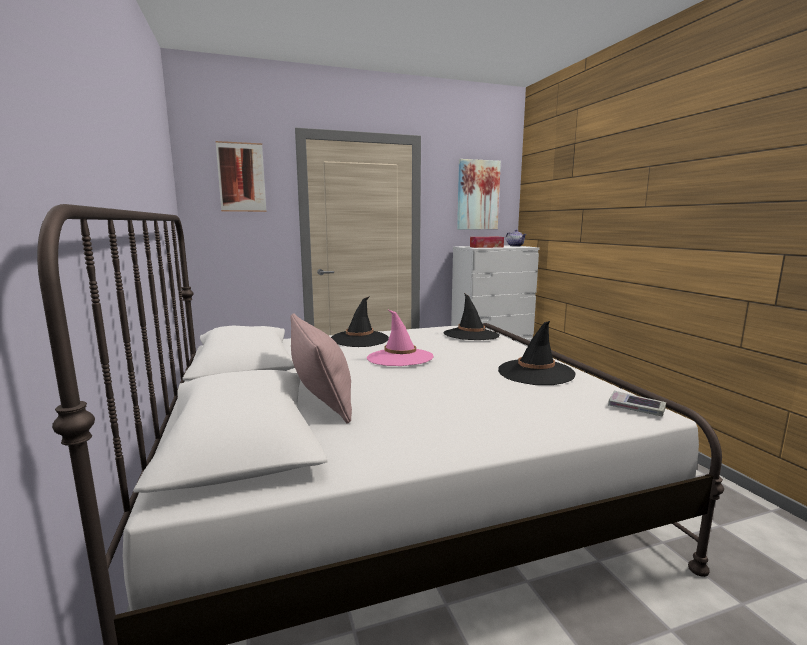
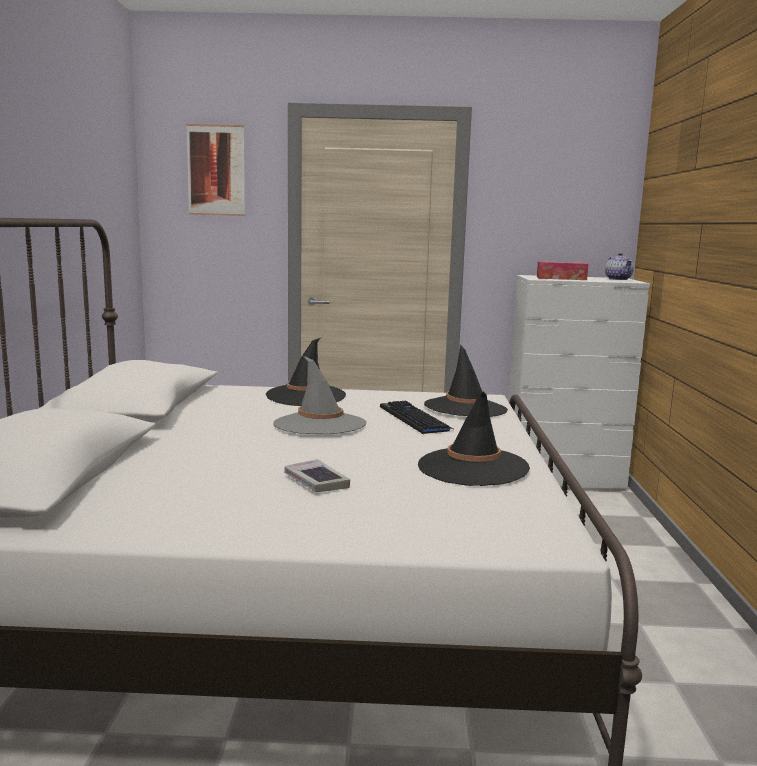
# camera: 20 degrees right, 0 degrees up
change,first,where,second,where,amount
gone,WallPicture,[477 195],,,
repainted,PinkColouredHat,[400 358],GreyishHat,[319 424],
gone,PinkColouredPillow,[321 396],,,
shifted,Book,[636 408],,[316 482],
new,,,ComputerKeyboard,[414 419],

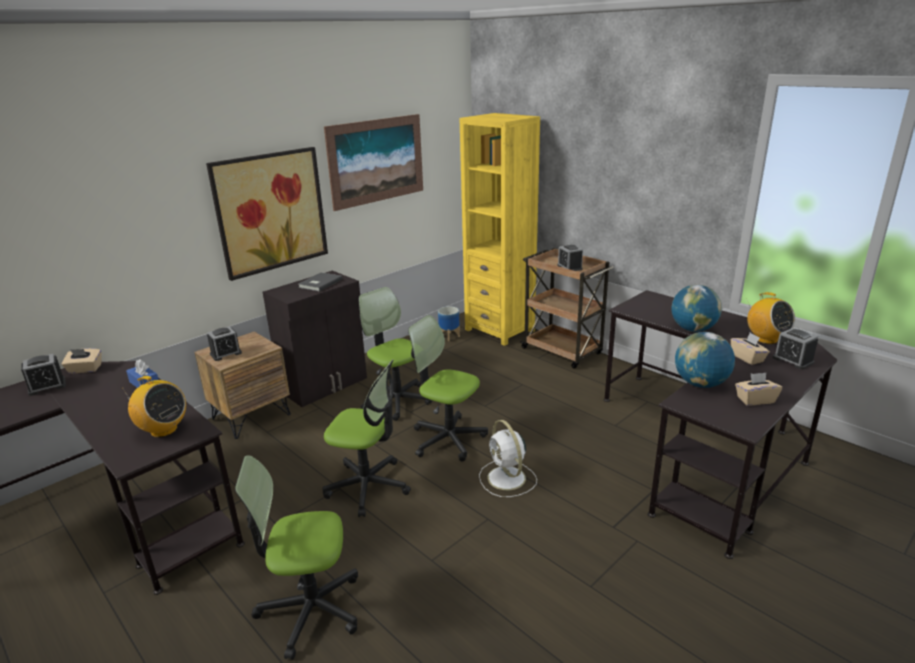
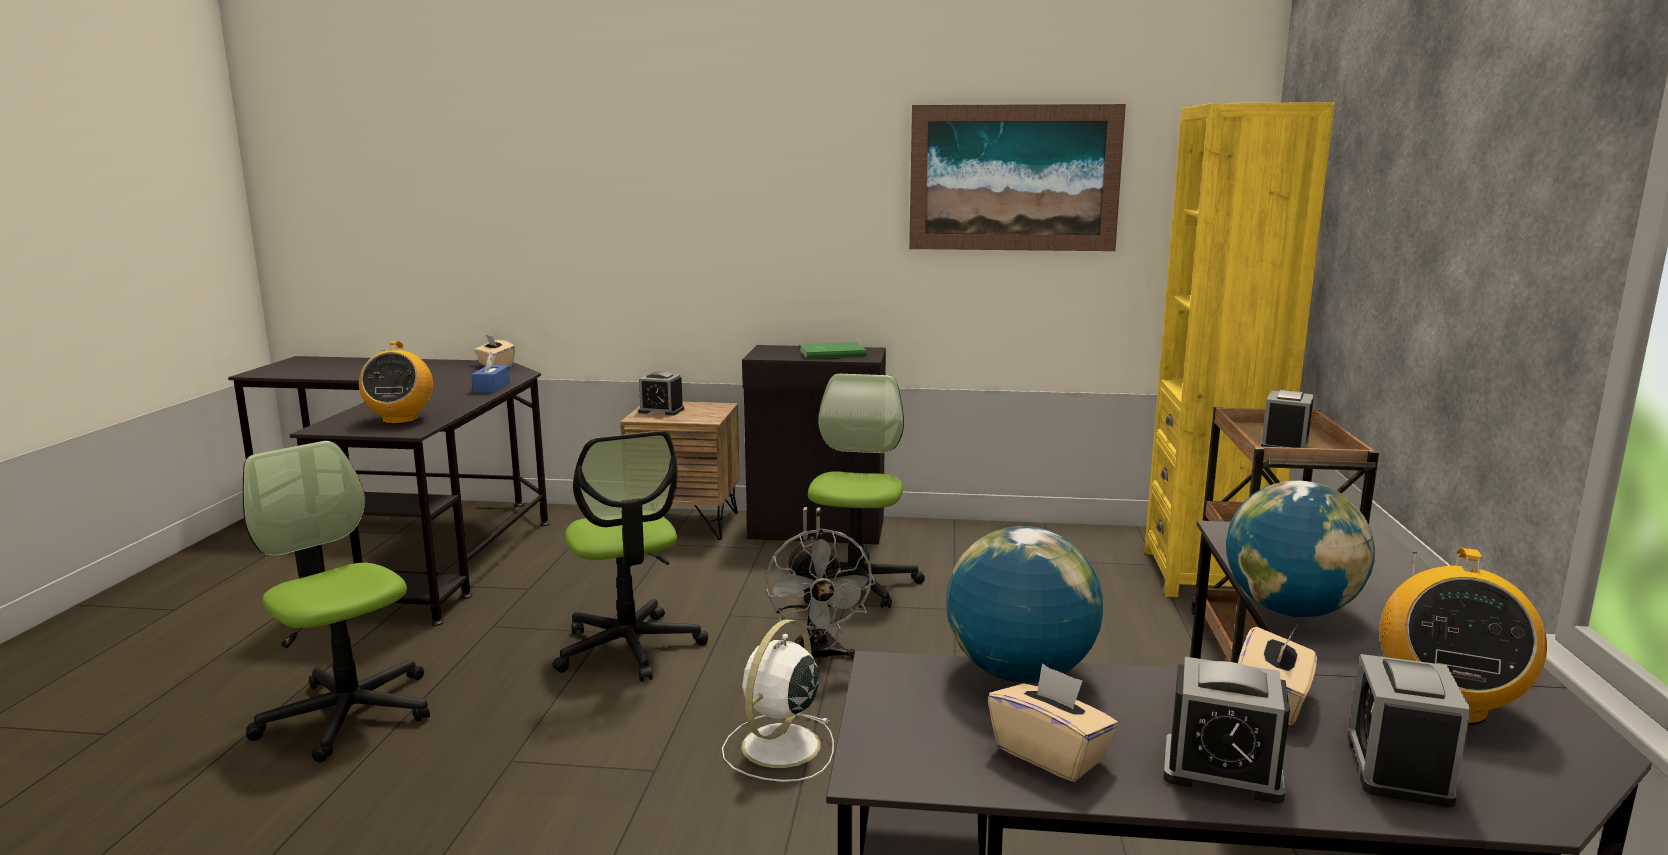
# camera: 50 degrees right, 10 degrees down
change,first,where,second,where,amount
gone,WallPicture,[270 212],,,
repainted,GreyishBook,[319 283],GreenBook,[830 353],
gone,PlantPot,[449 336],,,
swapped,ComputerChair,[448 439],GreyishElectricFan,[817 657],
shifted,AlarmClock,[47 386],,[1222 771],

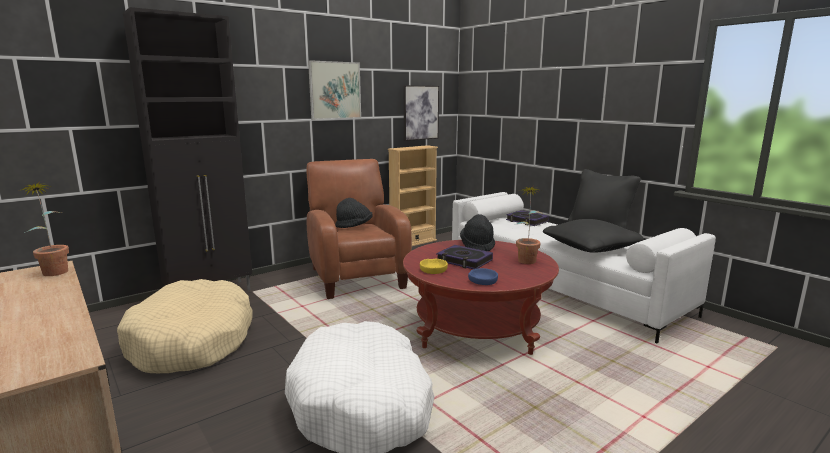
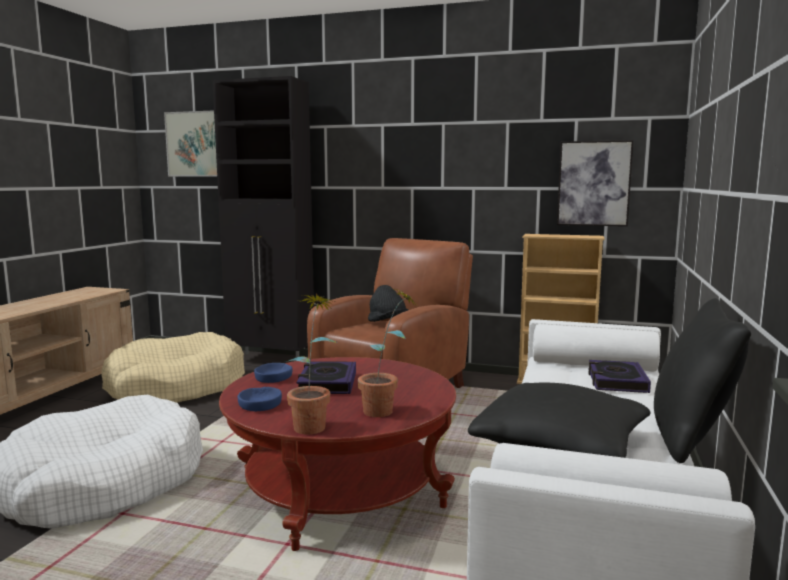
# camera: 55 degrees right, 5 degrees down
change,first,where,second,where,amount
shifted,WallPicture,[335 90],,[195 144],
shifted,Houseplant,[54 270],,[313 424],
gone,BlackHat,[477 246],,,
repainted,YellowBowl,[433 269],BlueBowl,[273 378],

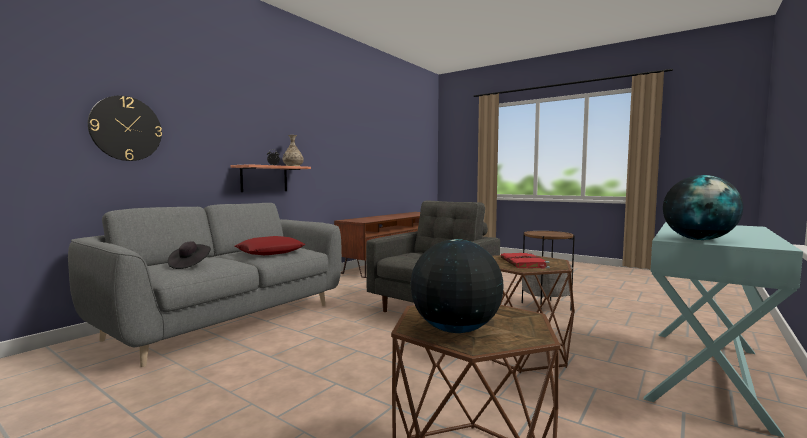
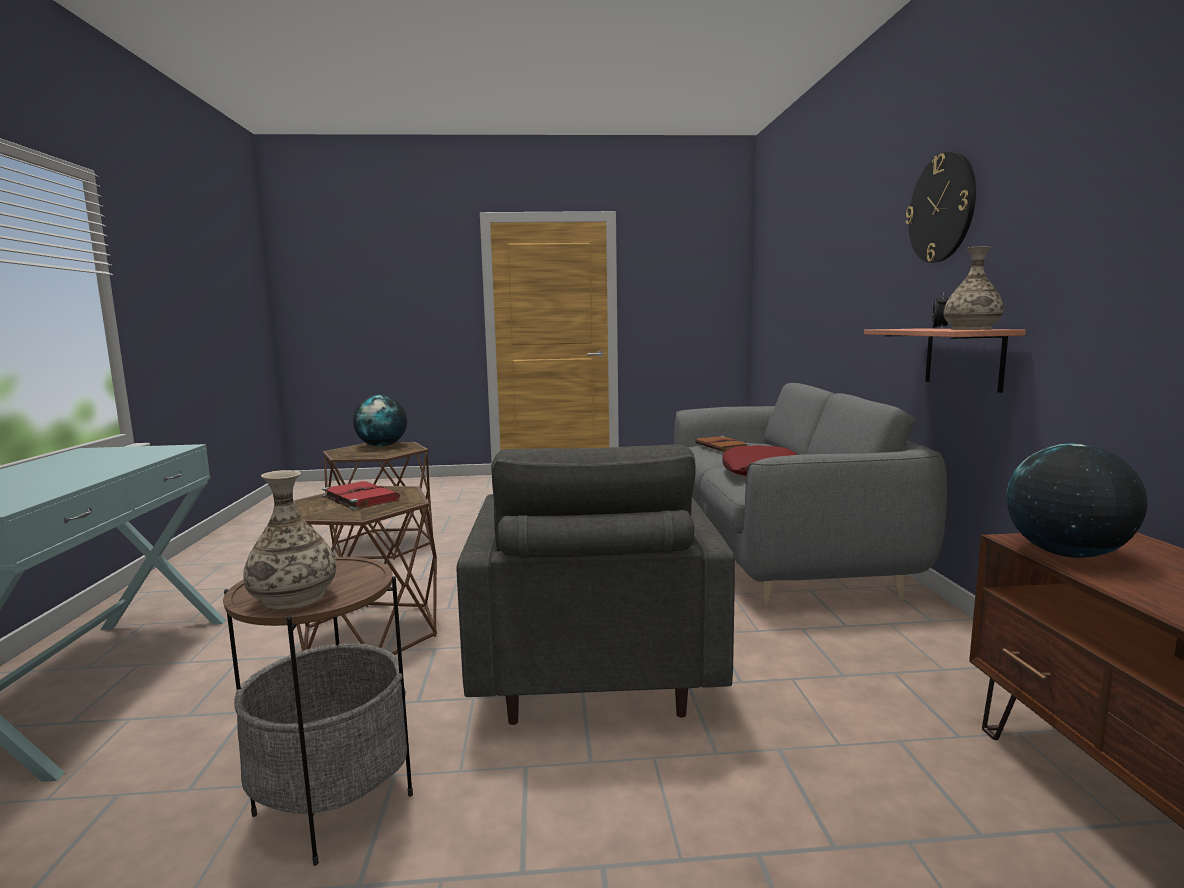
# camera: 140 degrees right, 5 degrees up
change,first,where,second,where,amount
shifted,ClockOnTheWall,[126 128],,[941 208],
shifted,Globe,[698 239],,[1066 554],
swapped,BlackHat,[189 265],BrownColouredBook,[722 447],
new,,,DecorativeVase,[294 598],

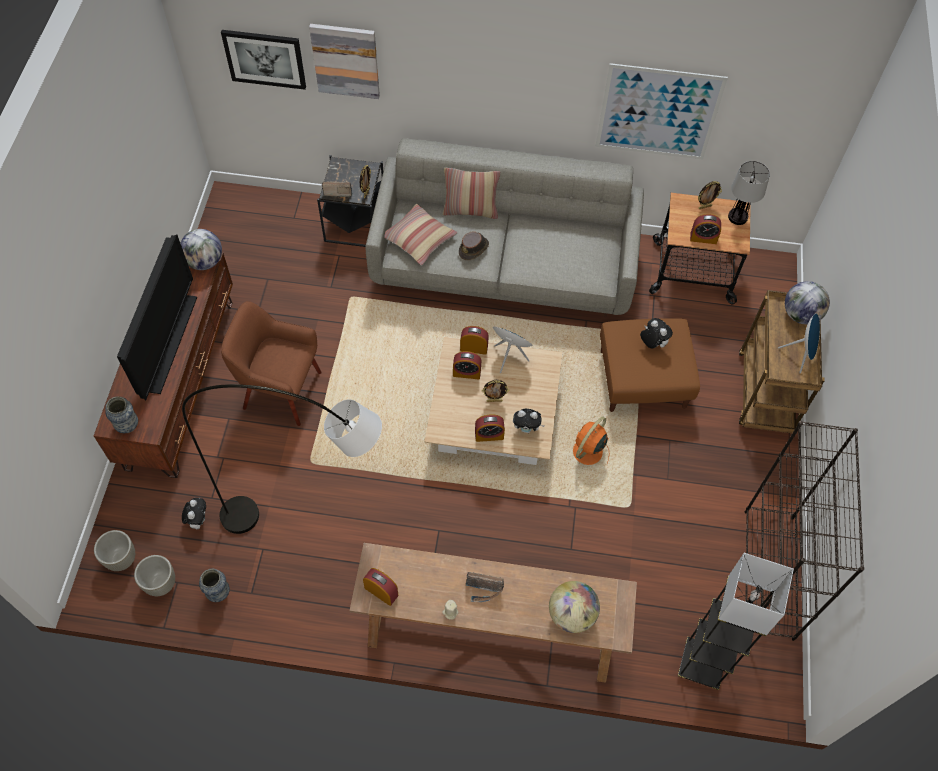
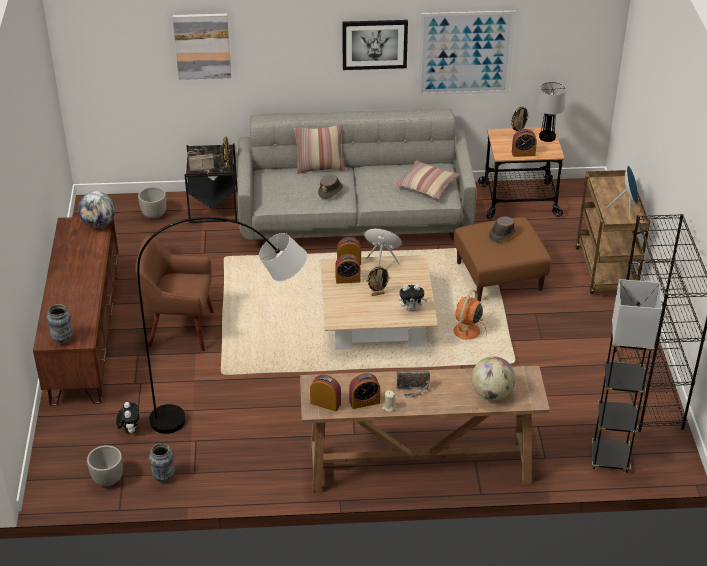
# camera: 10 degrees left, 20 degrees down
change,first,where,second,where,amount
shifted,WallPicture,[265 58],,[374 44],
shifted,Pillow,[419 239],,[426 185],
gone,TvSet,[169 342],,,
gone,Globe,[800 314],,,
swapped,PlushToy,[652 343],BrownColouredHat,[501 234],
shifted,AlarmClock,[489 435],,[364 402],
shifted,GreyishPlantPot,[122 559],,[154 215],

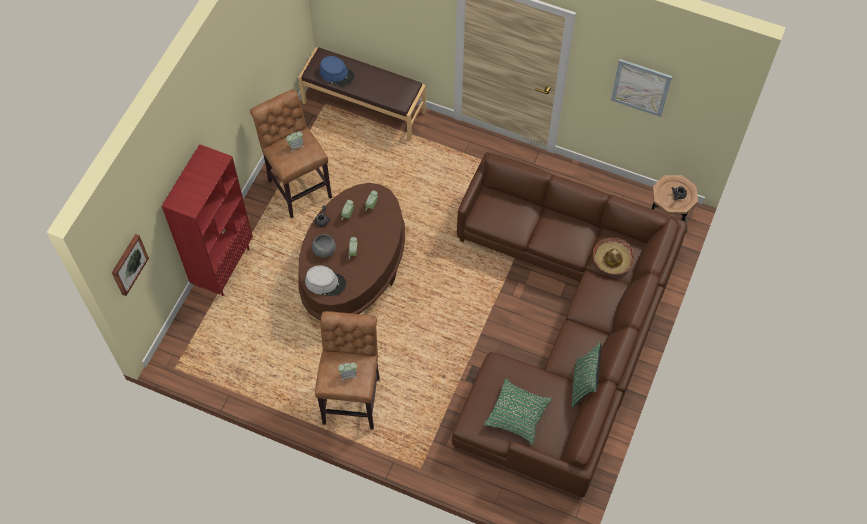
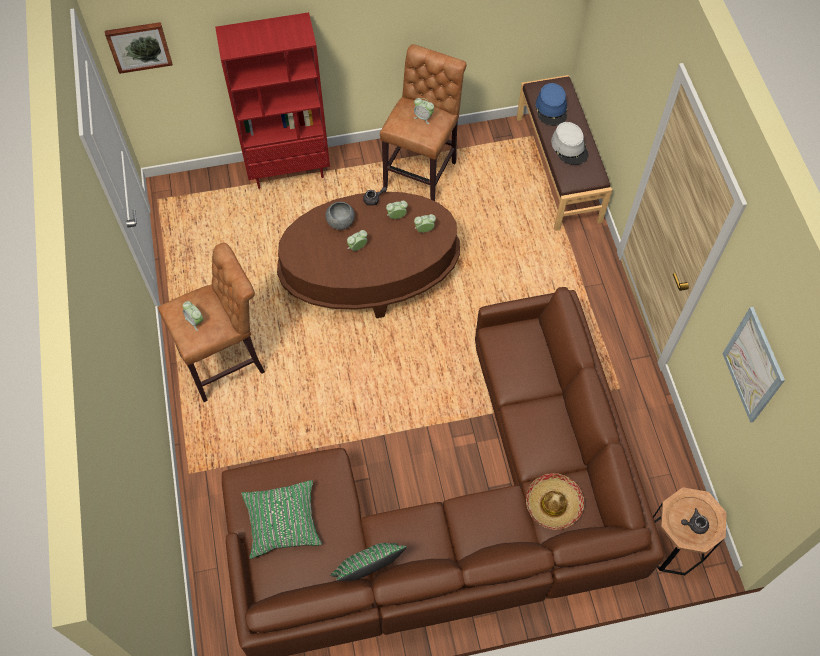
# camera: 55 degrees right, 0 degrees up
change,first,where,second,where,amount
shifted,GreyishHat,[325 282],,[569 147],

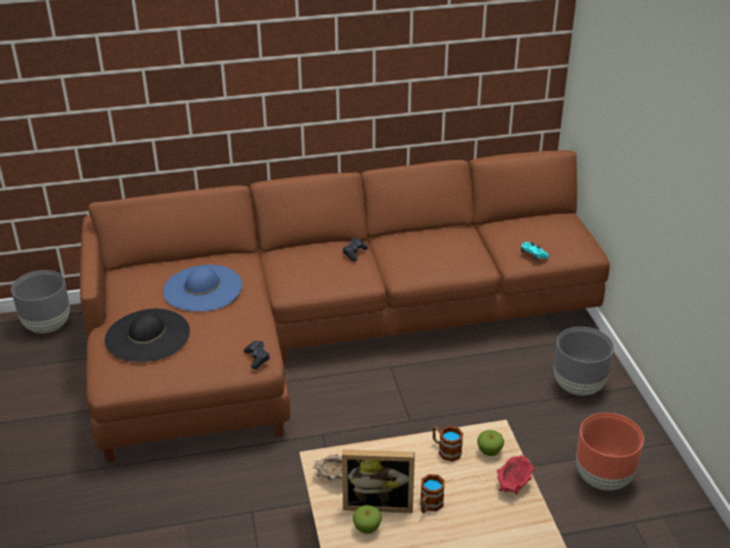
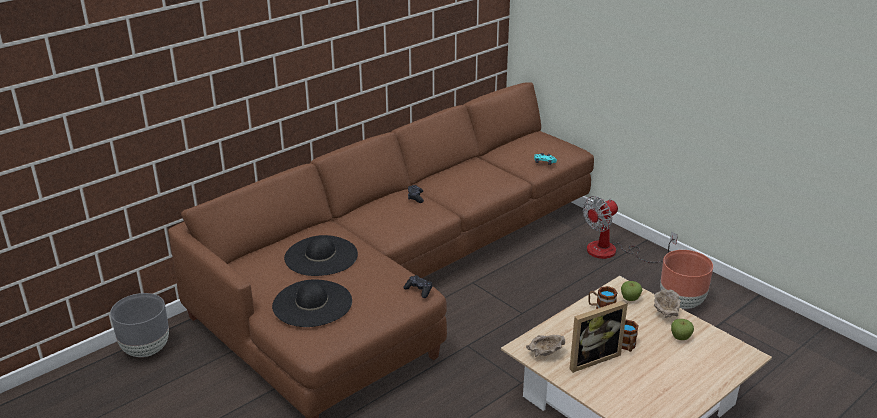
# camera: 30 degrees left, 5 degrees down
change,first,where,second,where,amount
repainted,BlueHat,[202 288],BlackHat,[321 256],
swapped,GreyishPlantPot,[579 387],ElectricFan,[613 252],
repainted,ReddishBowl,[513 485],SandColouredBowl,[665 313],
shifted,WholeApple,[367 529],,[680 338],

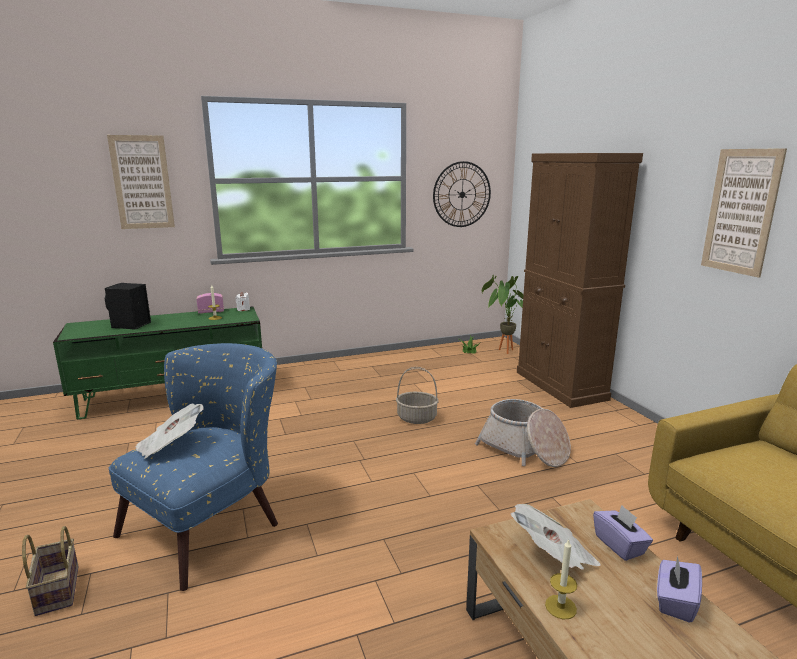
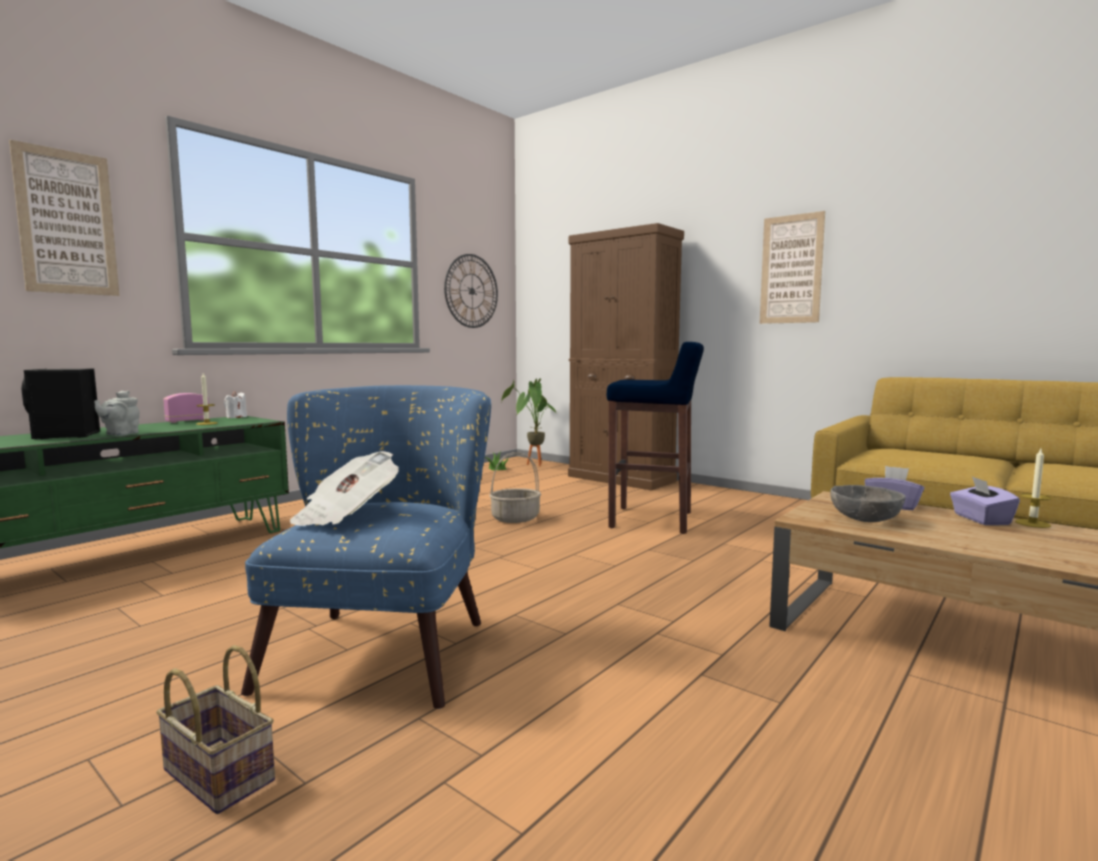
# camera: 30 degrees left, 10 degrees down
change,first,where,second,where,amount
swapped,StorageBasket,[524 449],BlueStoolSeat,[653 520],
swapped,Newspaper,[553 556],GreyishBowl,[864 518],
shifted,WaxLight,[560 607],,[1032 523],
new,,,GreyishTeaPot,[120 434],

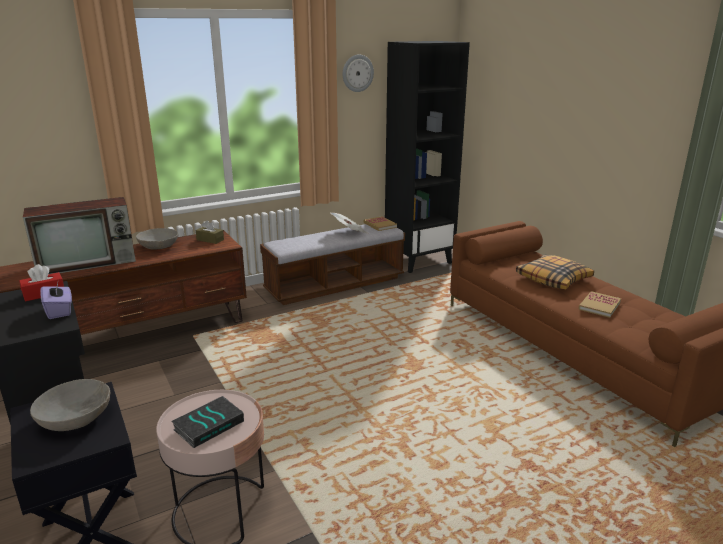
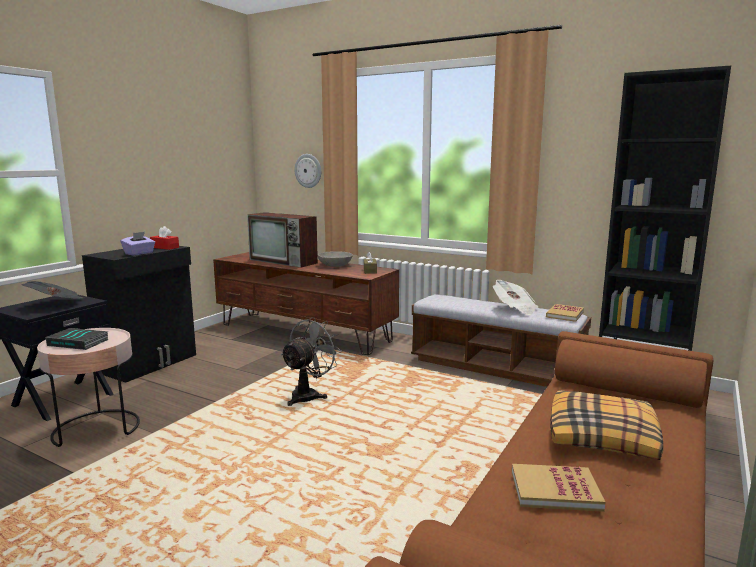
# camera: 60 degrees right, 10 degrees down
change,first,where,second,where,amount
shifted,ClockOnTheWall,[357 73],,[308 170],
swapped,GreyishBowl,[75 418],Newspaper,[57 304],
new,,,GreyishElectricFan,[309 395],

